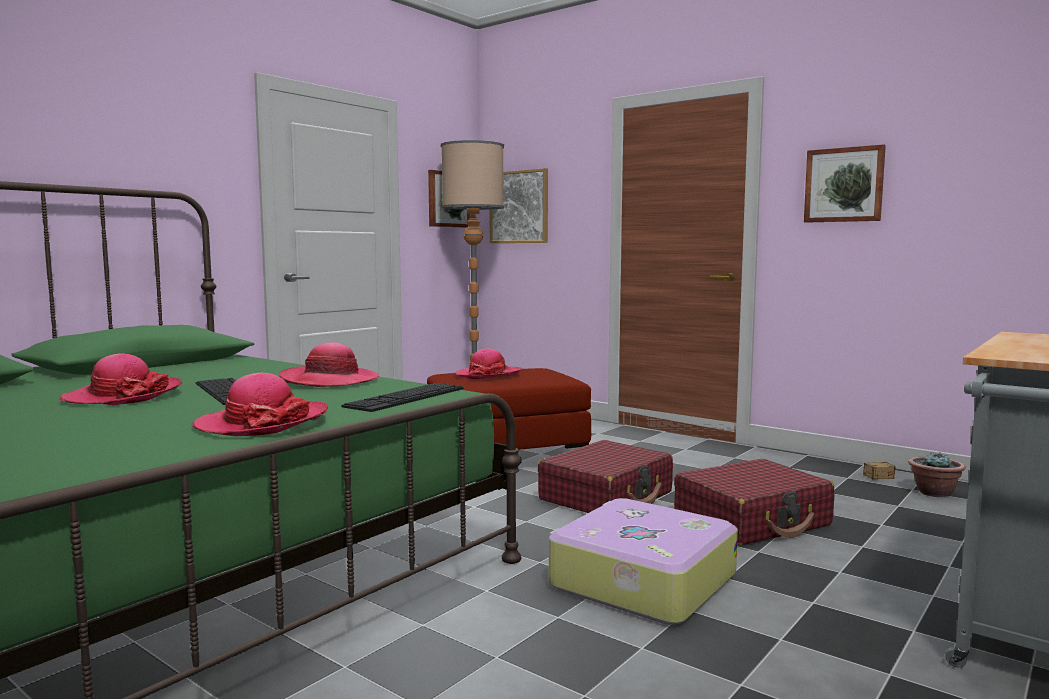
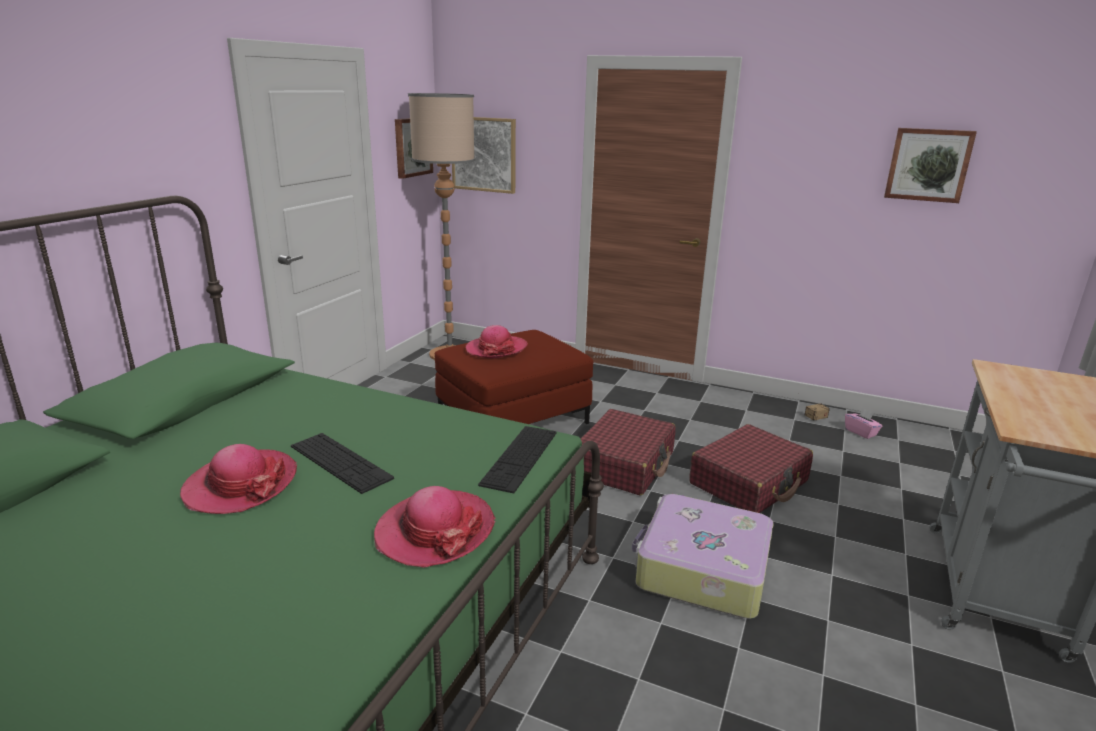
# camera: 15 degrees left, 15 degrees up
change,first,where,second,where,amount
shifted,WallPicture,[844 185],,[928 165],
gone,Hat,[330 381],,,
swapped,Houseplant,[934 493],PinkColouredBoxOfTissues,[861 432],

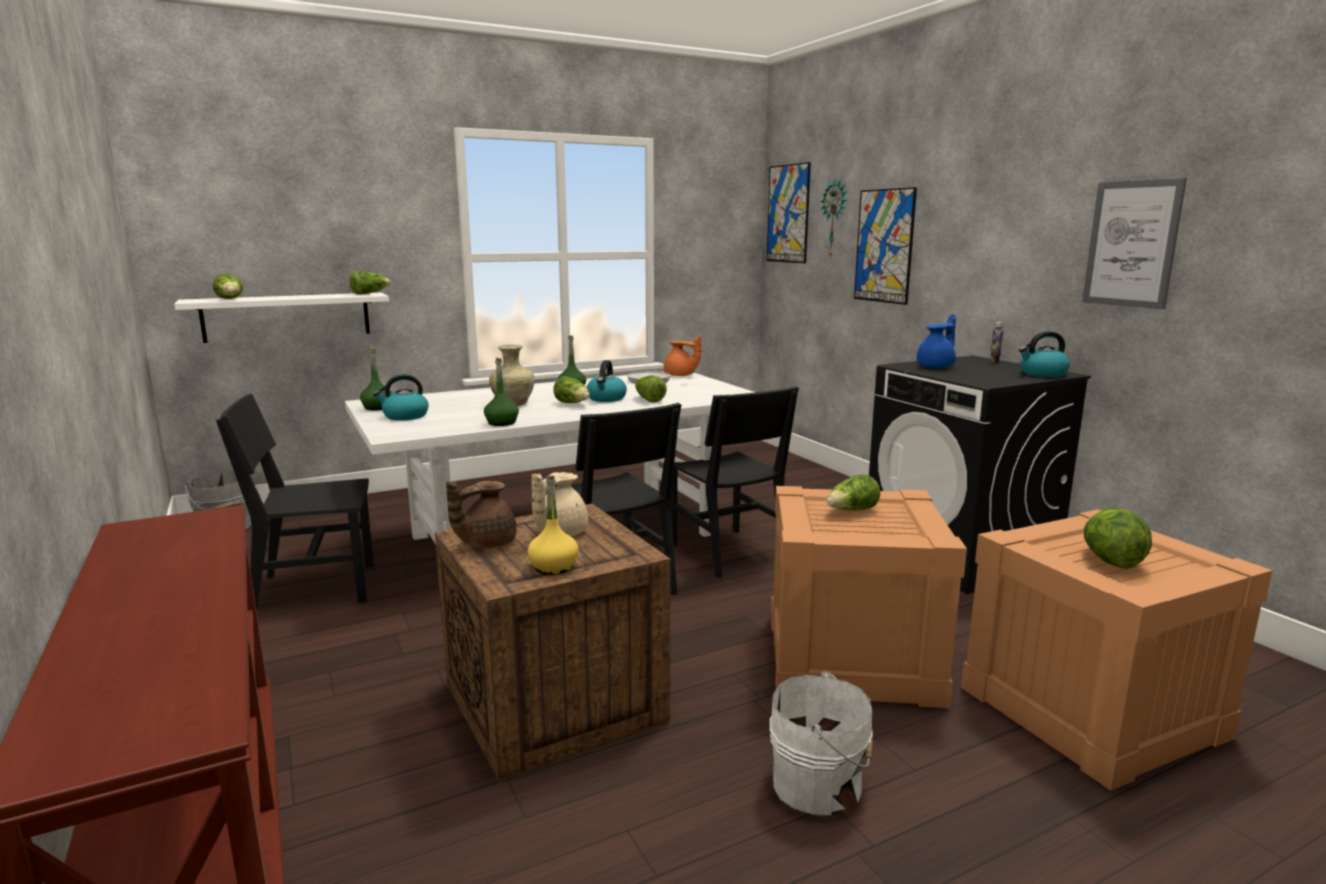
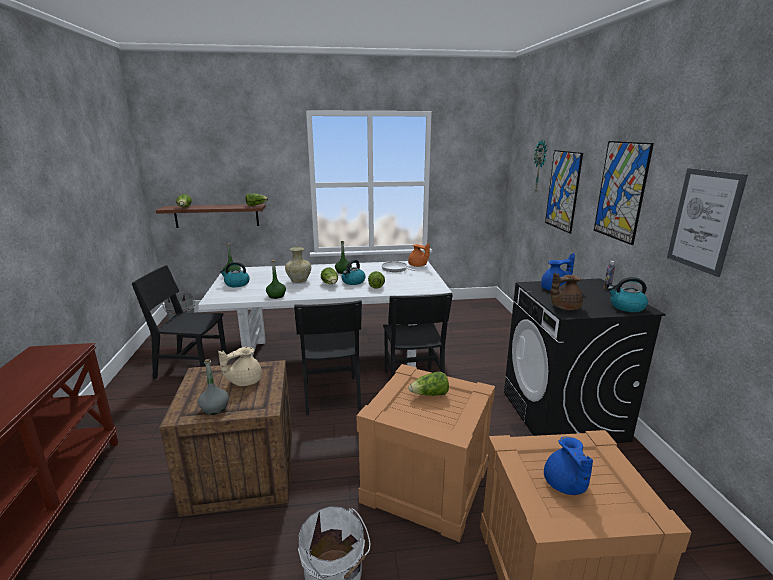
# camera: 20 degrees right, 5 degrees up
change,first,where,second,where,amount
shifted,WallPicture,[788 214],,[621 191],
repainted,WhitishBracketShelf,[287 317],BrownColouredBracketShelf,[216 215],
repainted,YellowBeverageBottle,[553 567],GreyishBeverageBottle,[214 408],
shifted,BrownColouredTeaPot,[485 543],,[564 307],
swapped,Lettuce,[1110 561],BlueTeaPot,[565 485],

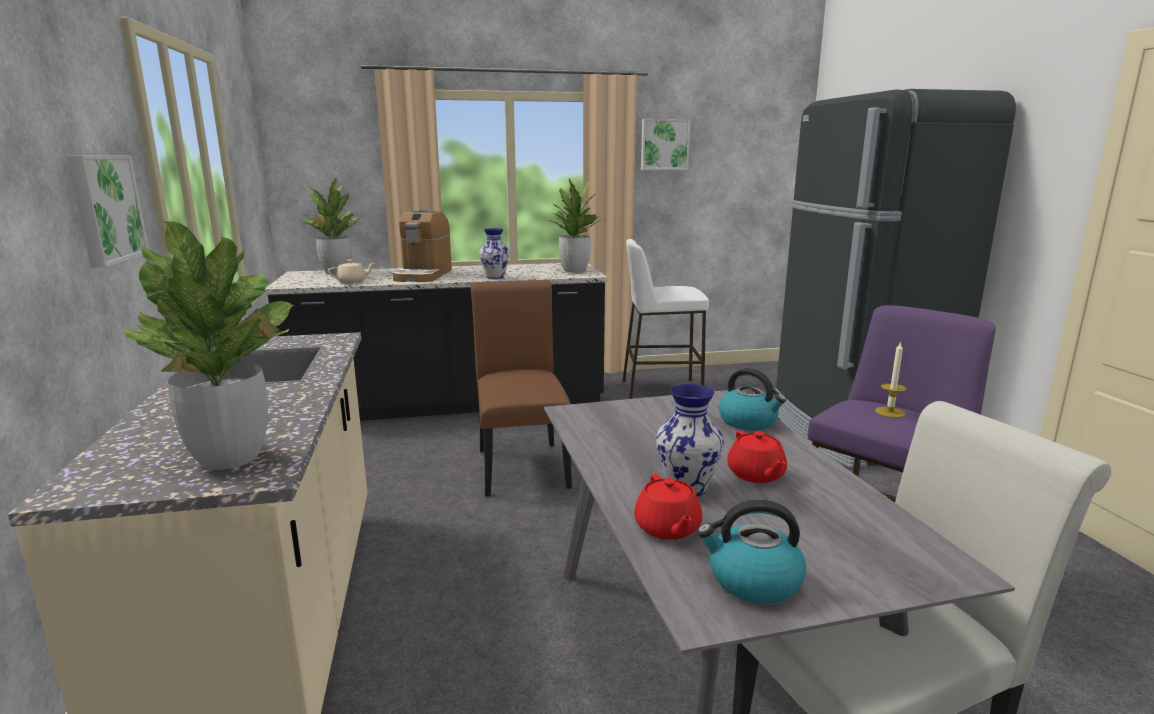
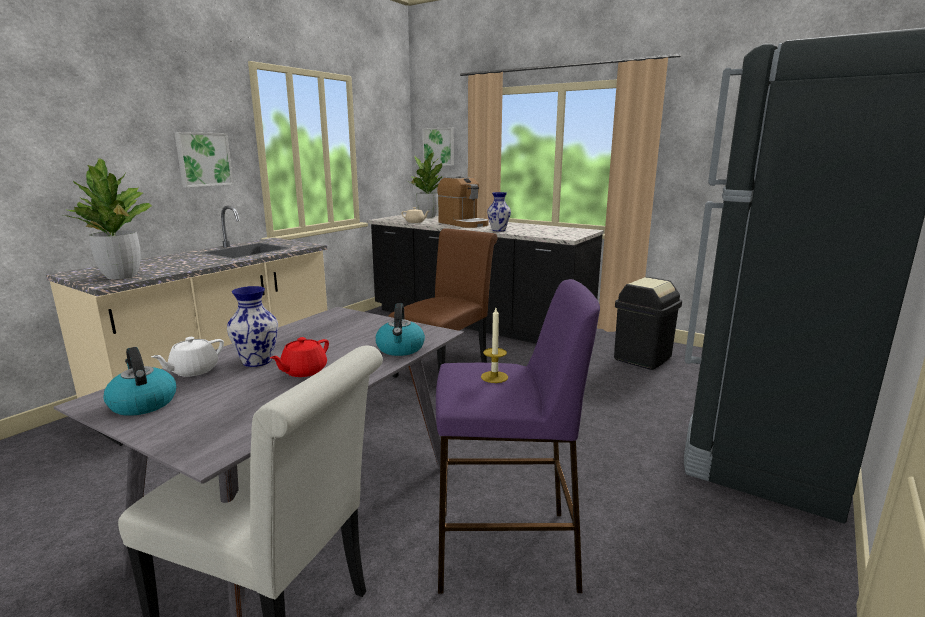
# camera: 45 degrees right, 0 degrees up
change,first,where,second,where,amount
shifted,WallPicture,[664 144],,[439 146],
gone,Houseplant,[574 270],,,
rotated,CoffeeMachine,[423 275],,[463 224],90 degrees counterclockwise
swapped,WhitishStoolSeat,[660 390],BlackRubbishBin,[642 358],
repainted,ReddishTeaPot,[667 528],WhitishTeaPot,[193 371],

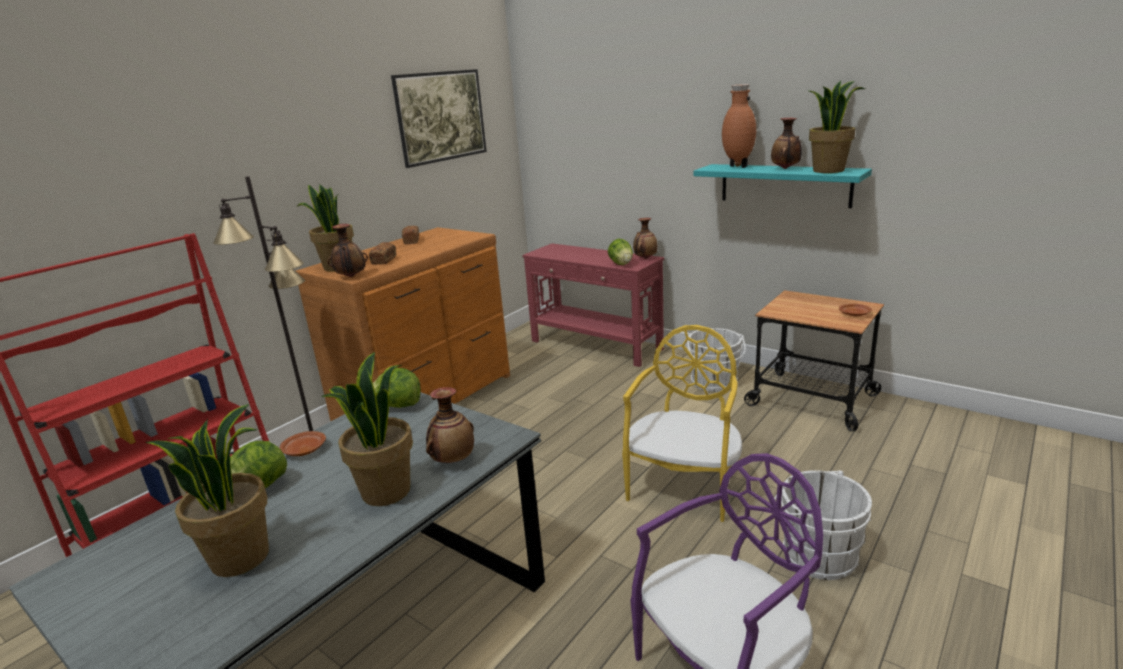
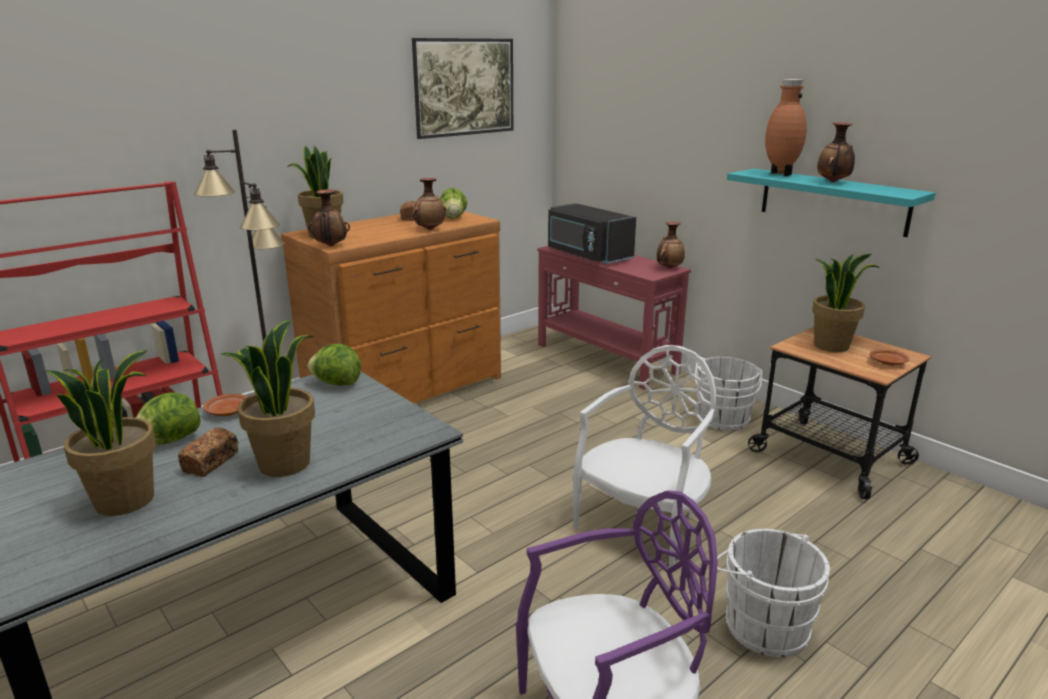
# camera: 10 degrees right, 0 degrees up
change,first,where,second,where,amount
shifted,Houseplant,[828 170],,[831 345],
shifted,Lettuce,[621 264],,[453 218],
shifted,BakeryBread,[384 260],,[211 462],
repainted,YellowChair,[684 486],WhitishChair,[643 525],
shifted,DecorativeVase,[453 460],,[430 229],
new,,,BlackKitchenMicrowave,[587 255],

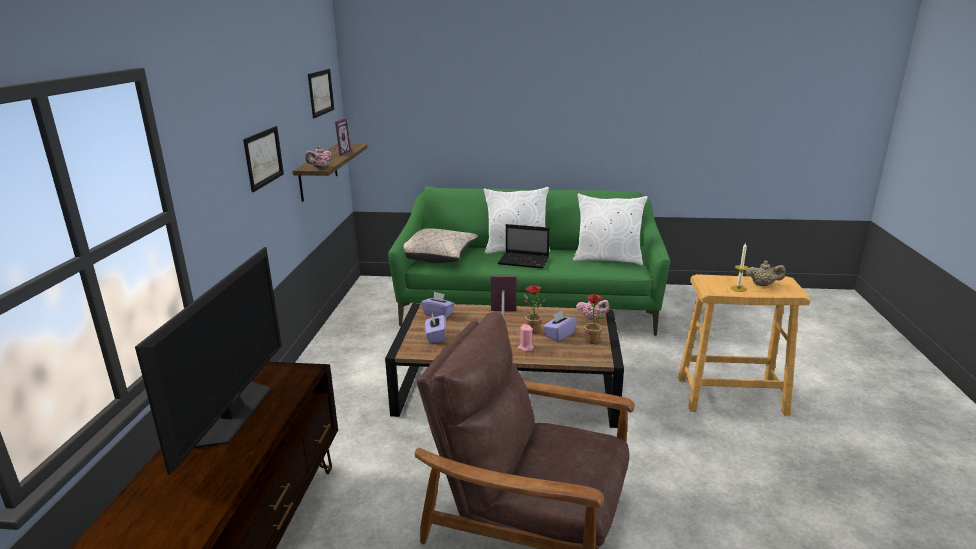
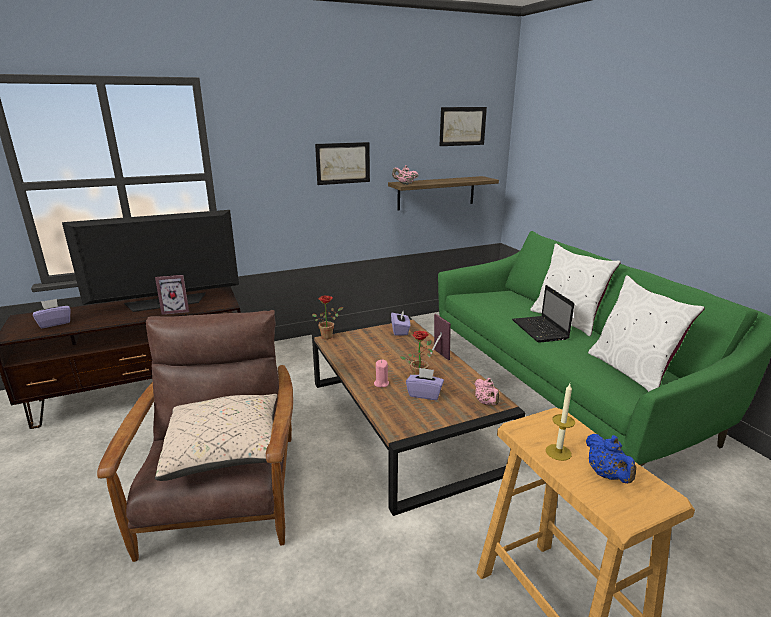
# camera: 60 degrees right, 0 degrees up
change,first,where,second,where,amount
shifted,PhotoFrame,[340 153],,[176 310],
shifted,SandColouredPillow,[438 256],,[226 450],
repainted,SandColouredTeaPot,[763 285],BlueTeaPot,[606 475],
shifted,Houseplant,[591 339],,[328 336],
shifted,PurpleColouredBoxOfTissues,[436 337],,[55 323],

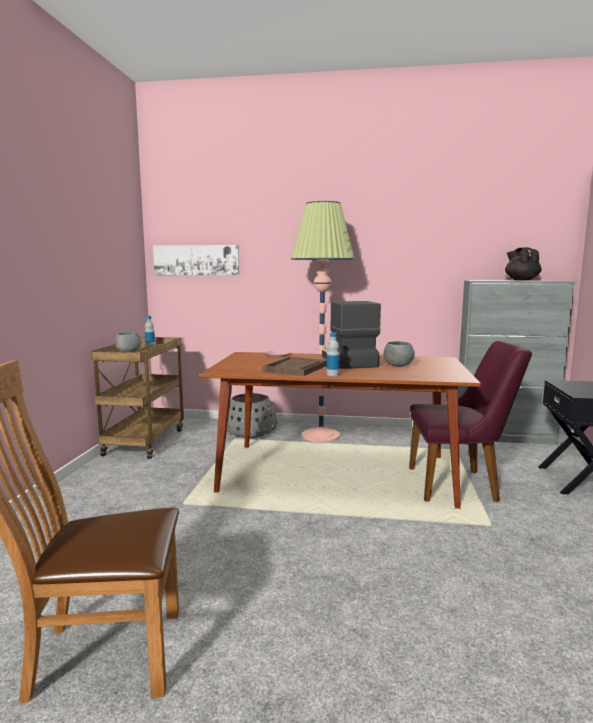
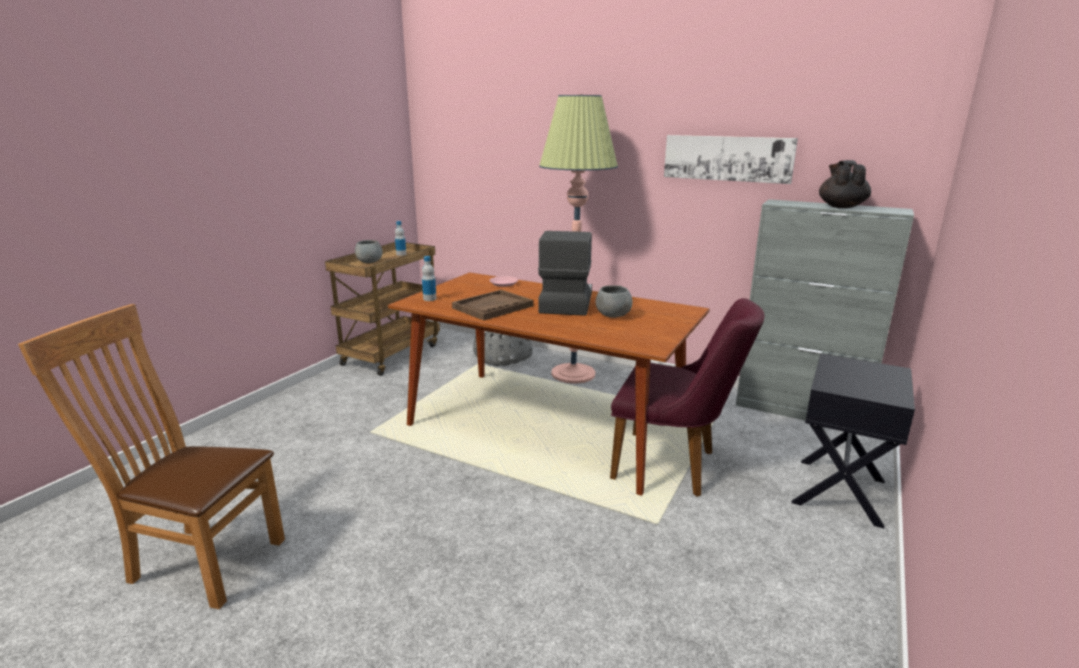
# camera: 20 degrees right, 10 degrees up
change,first,where,second,where,amount
shifted,WallPicture,[196 260],,[727 158],
shifted,BeverageBottle,[332 374],,[429 299],

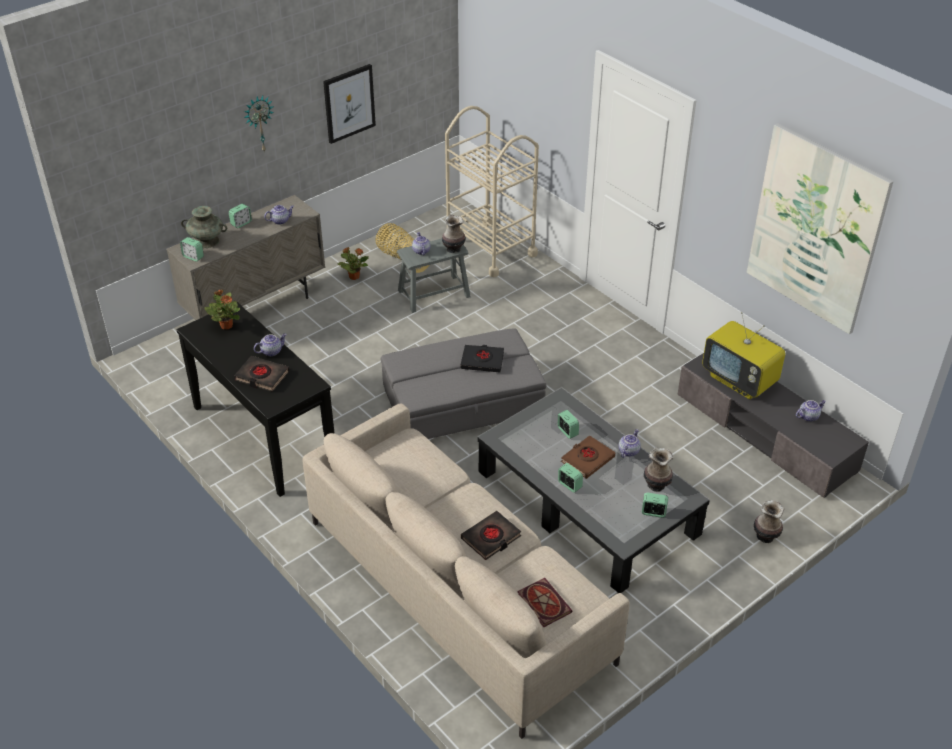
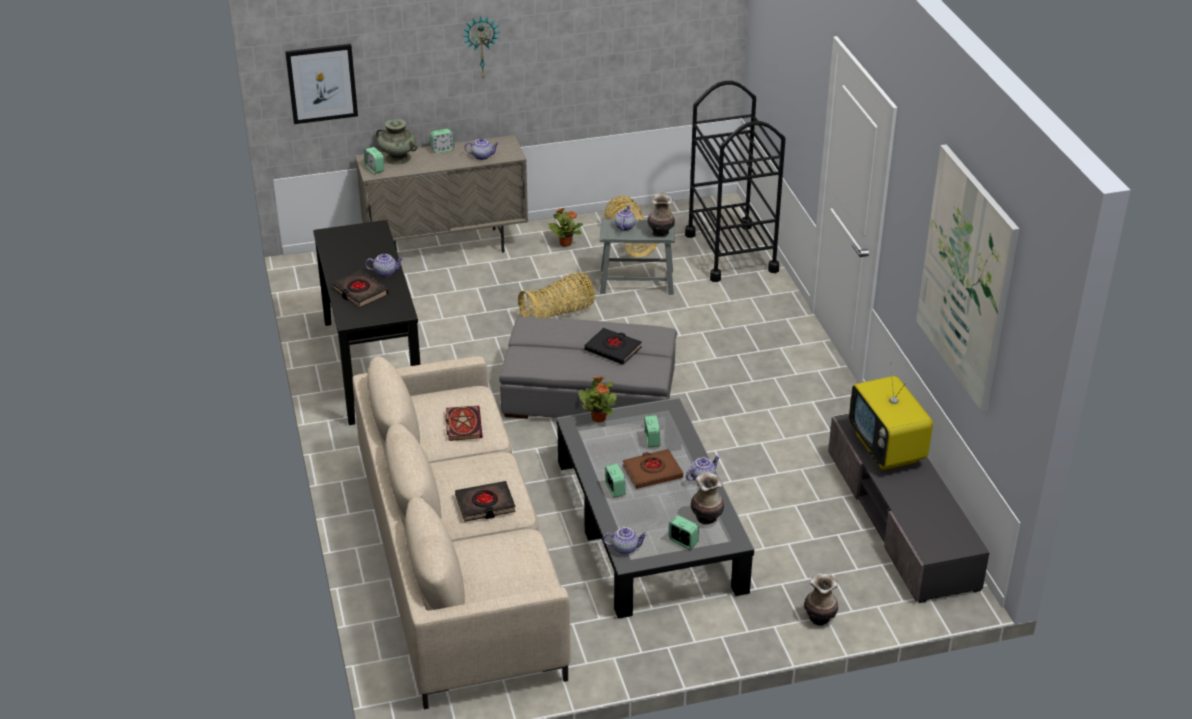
# camera: 25 degrees right, 5 degrees down
change,first,where,second,where,amount
shifted,WallPicture,[349 103],,[322 83],
repainted,SandColouredTrolley,[490 248],BlackTrolley,[731 252],
shifted,Houseplant,[226 325],,[599 418],
shifted,TeaPot,[808 416],,[625 548],
shifted,Book,[542 603],,[462 424],
new,,,StorageBasket,[558 314],

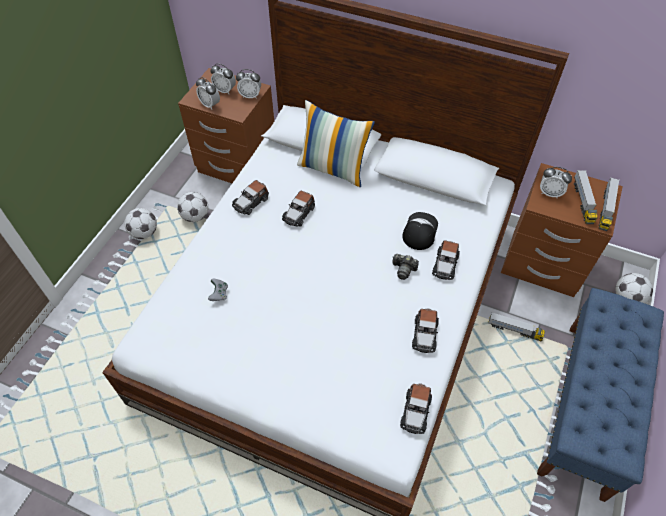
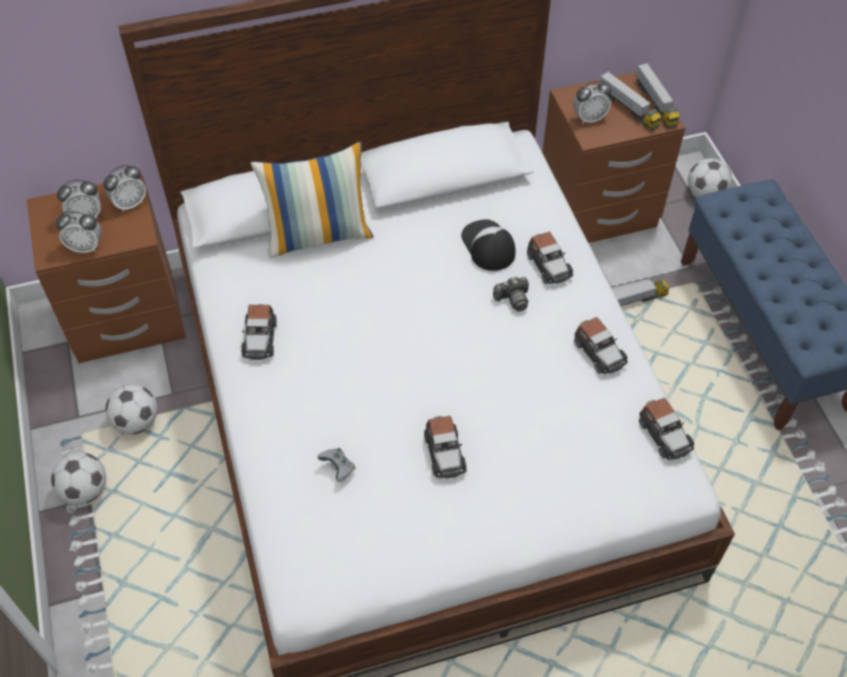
# camera: 40 degrees left, 0 degrees up
change,first,where,second,where,amount
shifted,ModelCar,[299 213],,[444 452],

